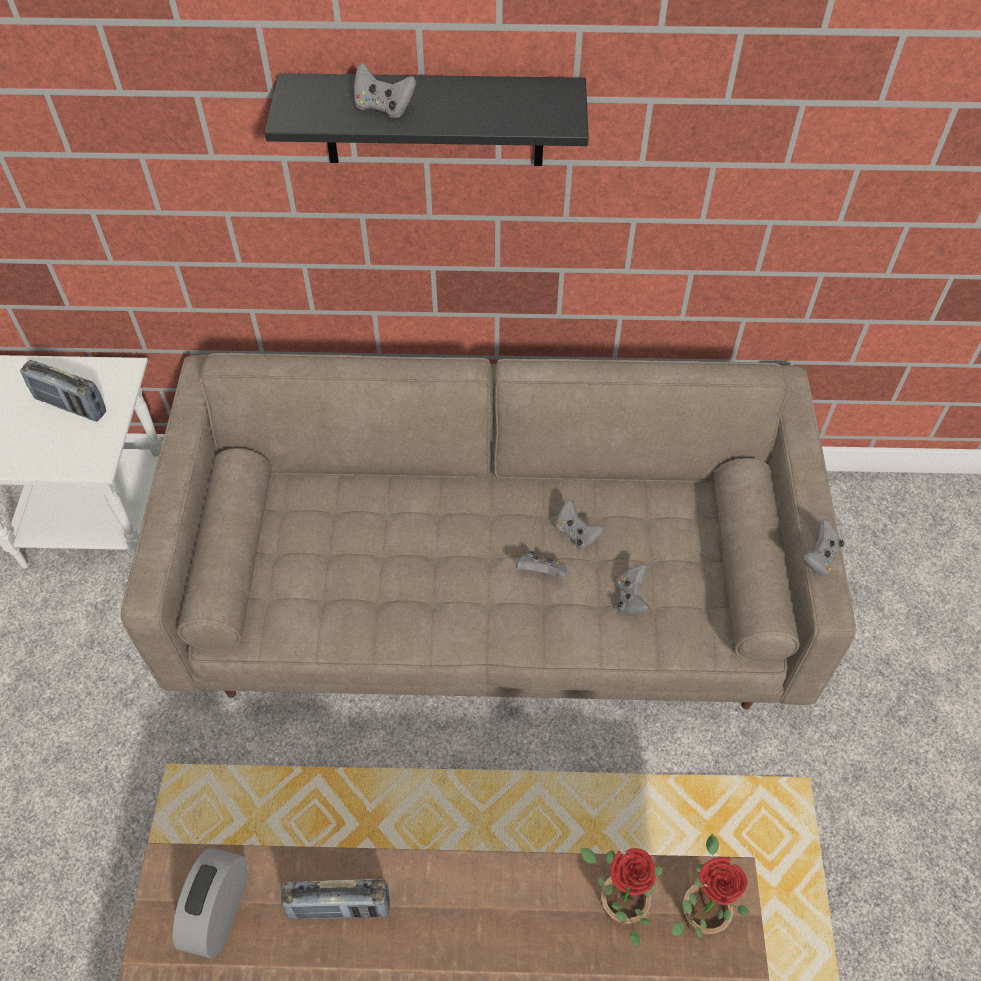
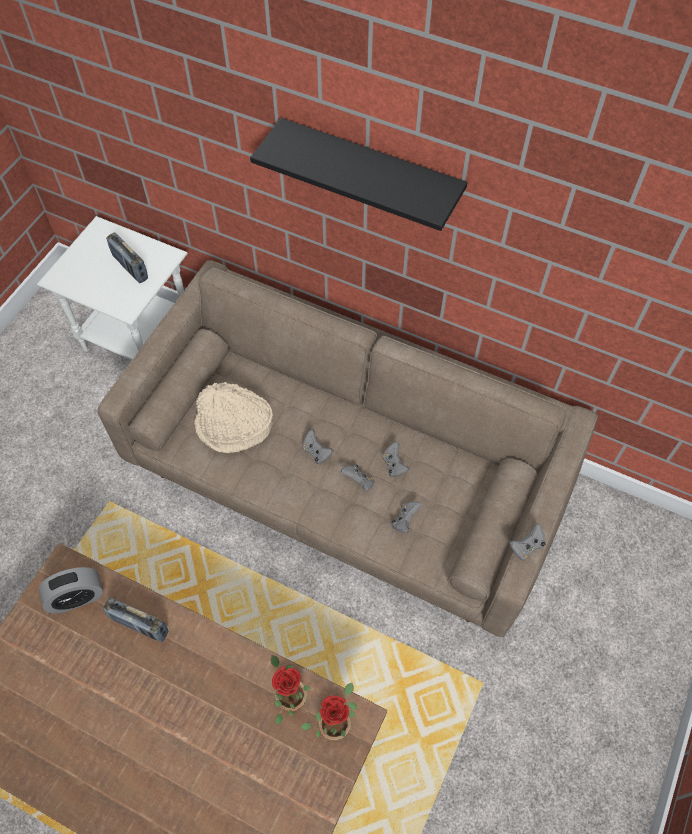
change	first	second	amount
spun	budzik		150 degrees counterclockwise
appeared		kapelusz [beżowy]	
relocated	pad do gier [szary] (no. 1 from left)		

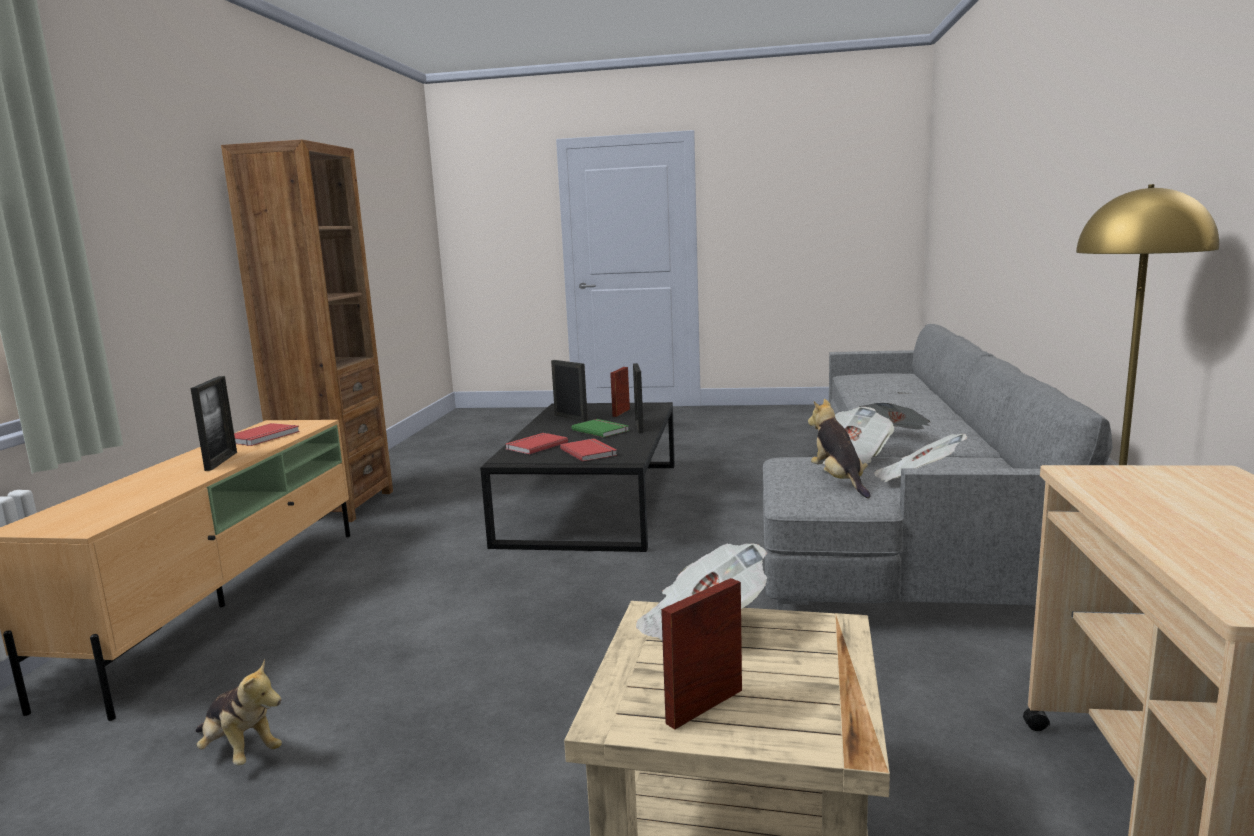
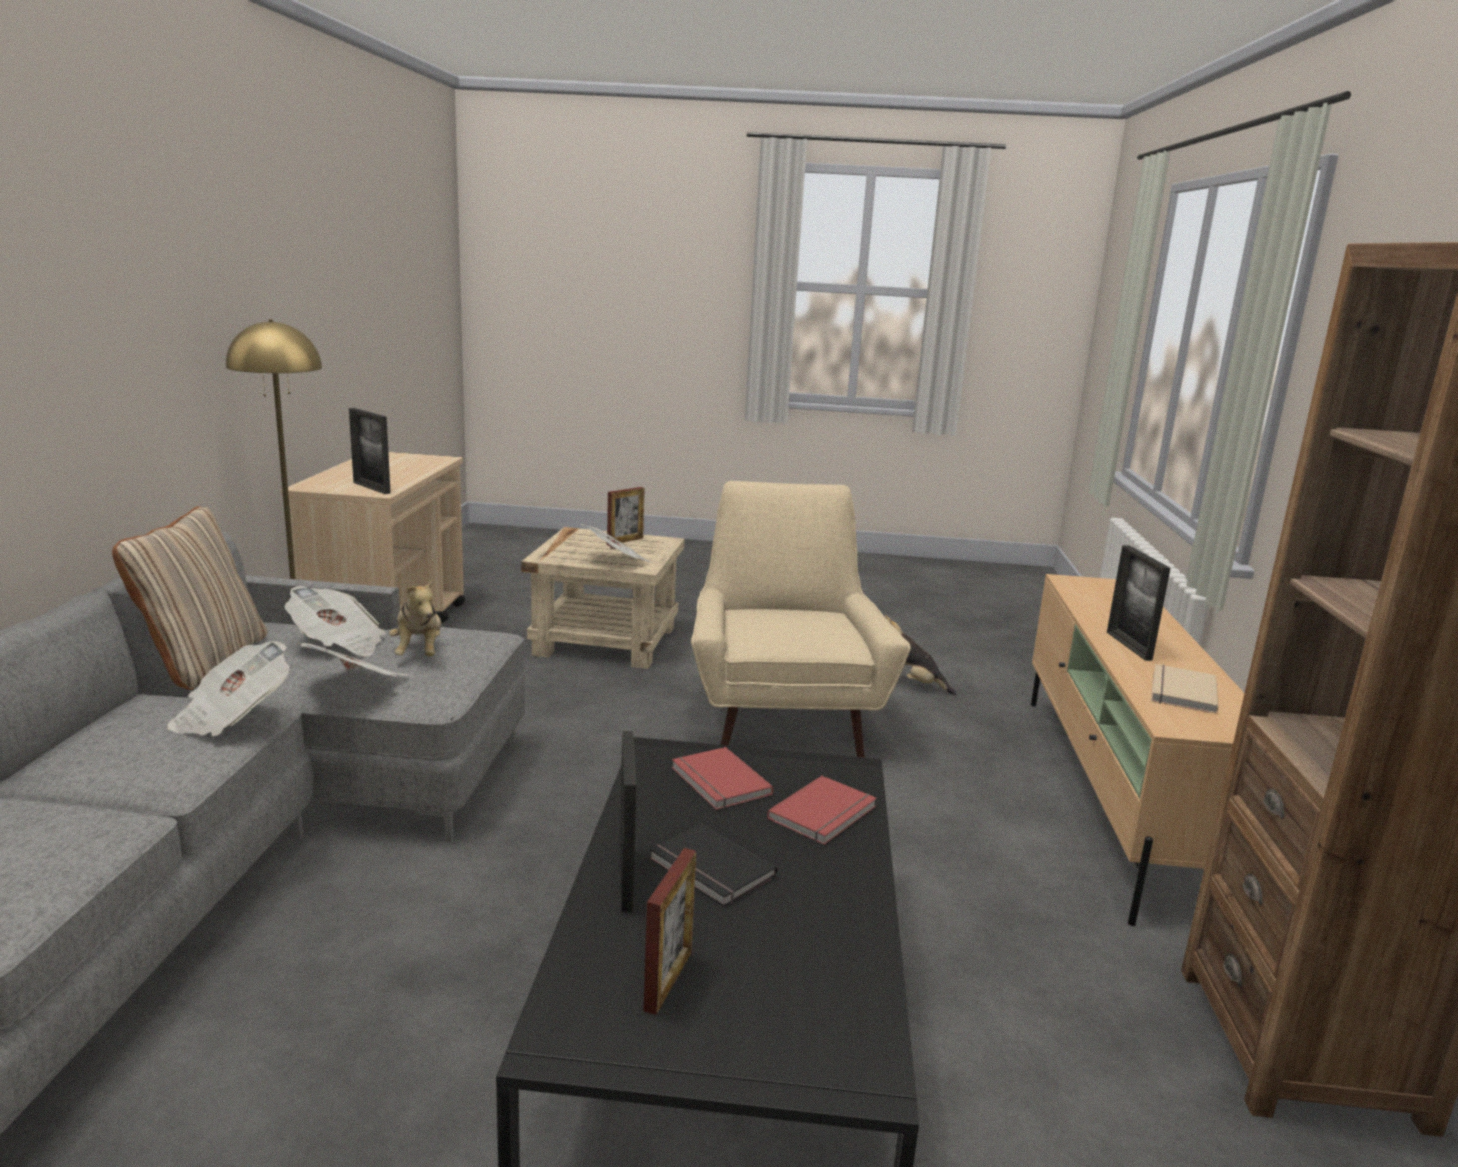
change	first	second	amount
appeared		poduszka [beżowy]	
relocated	ramka na zdjęcie (no. 2 from left in the first image)	ramka na zdjęcie (no. 1 from left)	
colour	książka [zielony]	książka [czarny]	
appeared		fotel [beżowy]	
colour	książka [czerwony] (no. 1 from left)	książka [beżowy]	

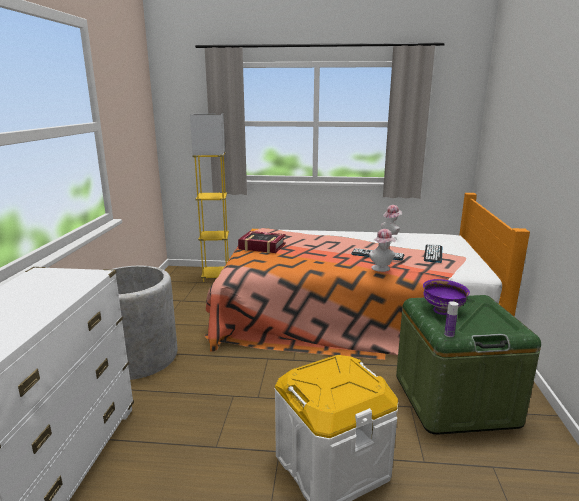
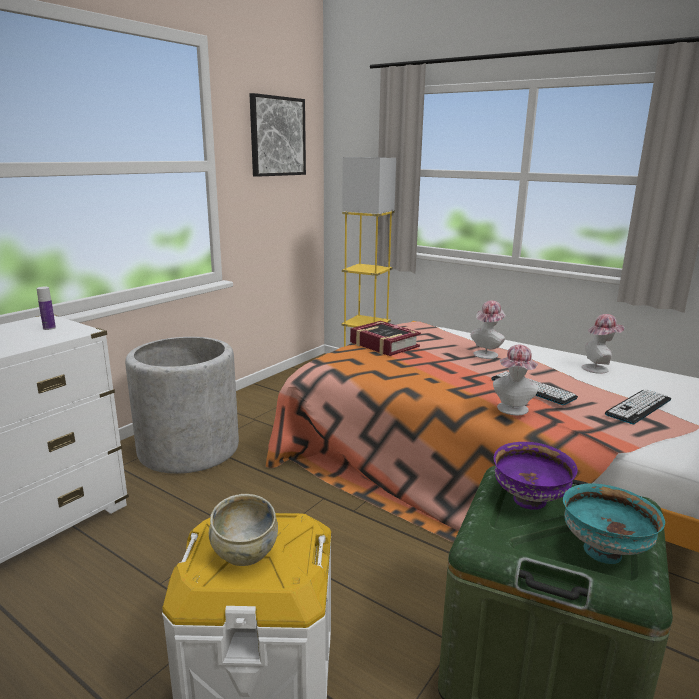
change	first	second	amount
relocated	butelka		
appeared		miska [beżowy]	
appeared		obraz	
appeared		kapelusz (no. 1 from left)	
appeared		miska [turkusowy]	

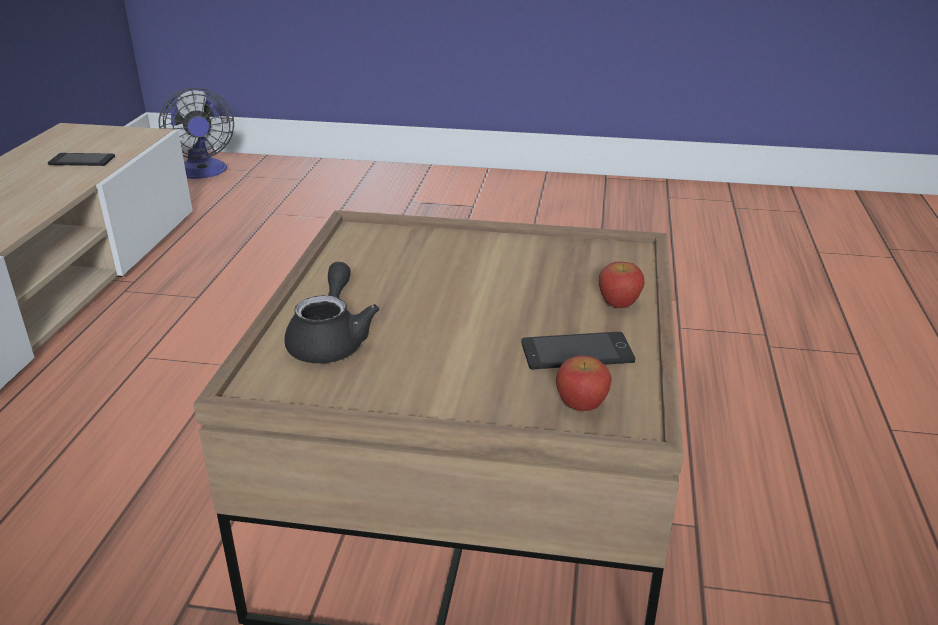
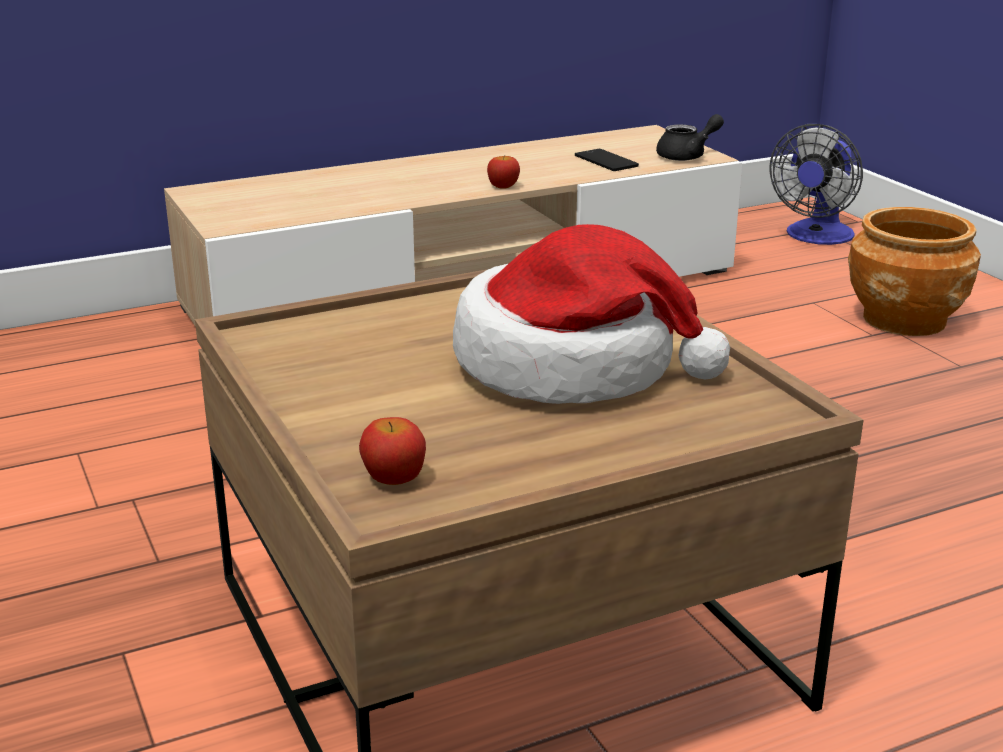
change	first	second	amount
appeared		kapelusz	
relocated	jabłko (no. 2 from left)		
relocated	imbryk [czarny]		
appeared		donica [brązowy]	
missing	telefon (no. 2 from left)		

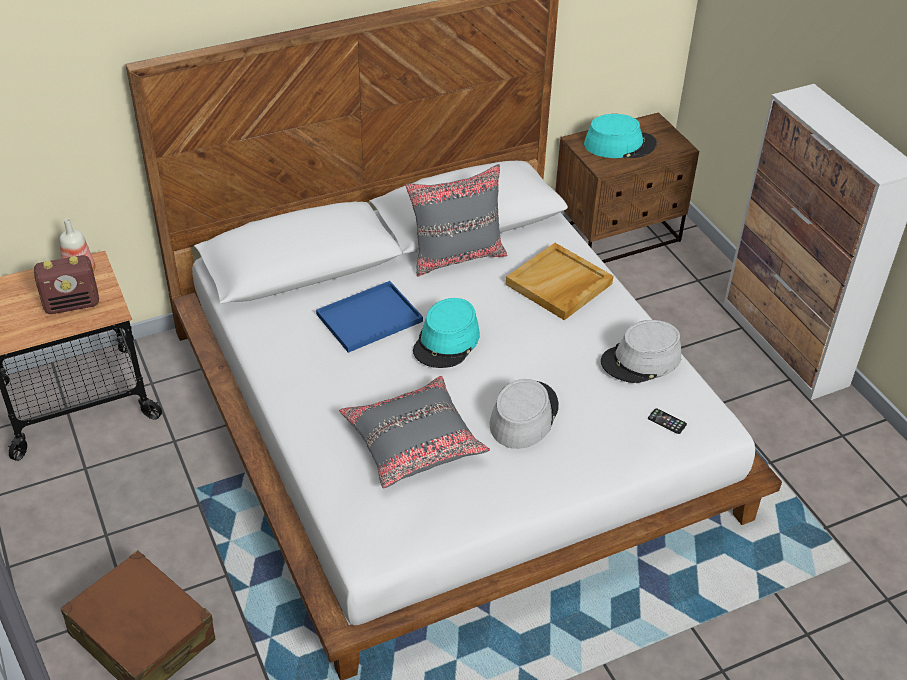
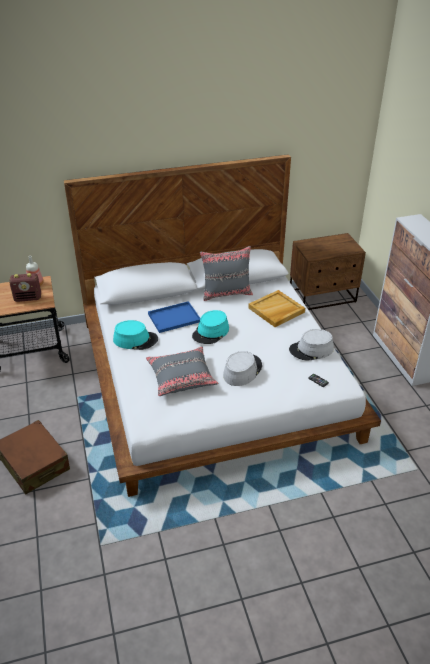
change	first	second	amount
relocated	kapelusz [turkusowy] (no. 2 from left in the first image)	kapelusz [turkusowy] (no. 1 from left)	

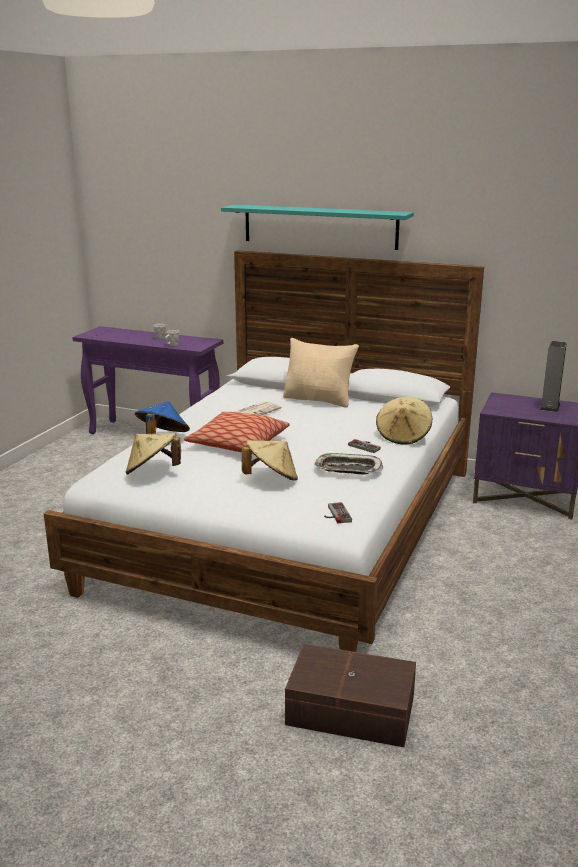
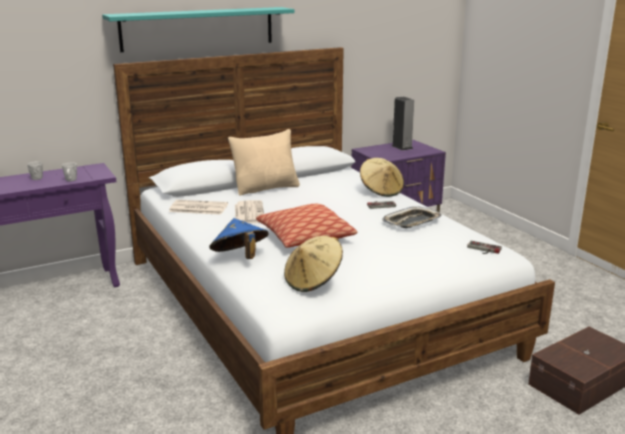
change	first	second	amount
appeared		gazeta (no. 1 from left)	
missing	kapelusz [beżowy] (no. 2 from left)		

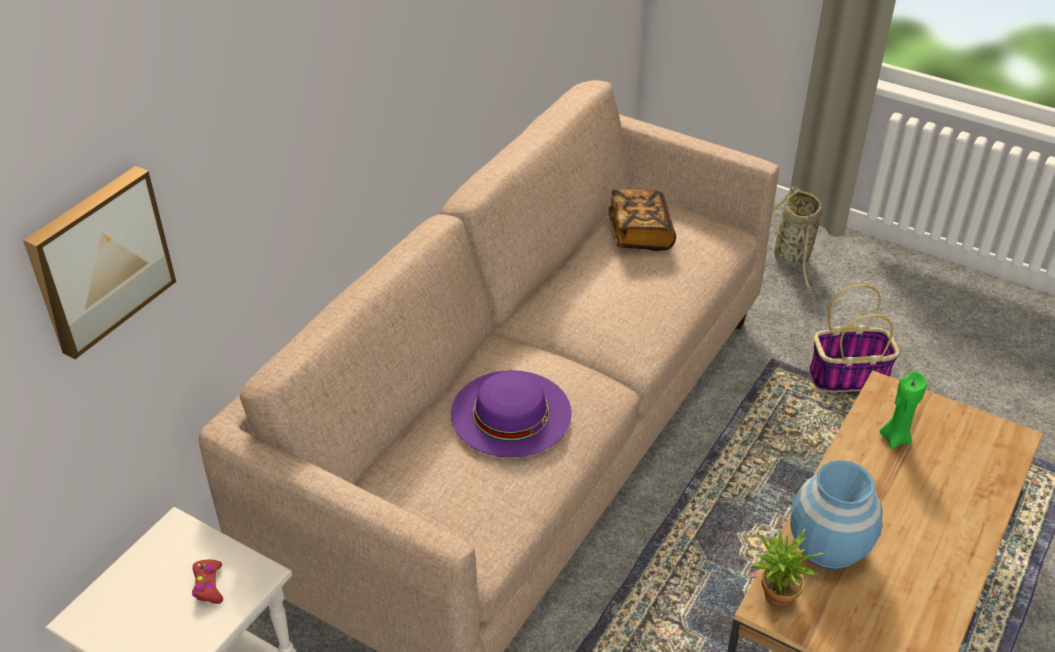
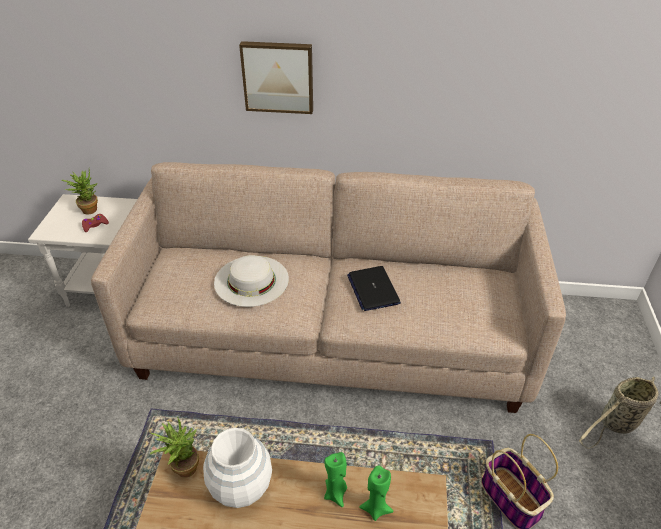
change	first	second	amount
appeared		roślina doniczkowa (no. 1 from left)	
colour	wazon [niebieski]	wazon [biały]	
colour	kapelusz [fioletowy]	kapelusz [biały]	
relocated	obraz		
appeared		świeca [zielony] (no. 1 from left)	
appeared		laptop	
missing	książka		

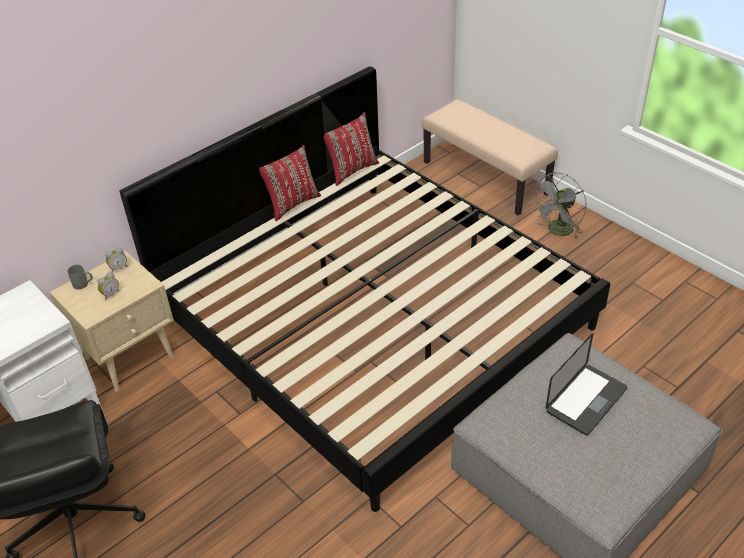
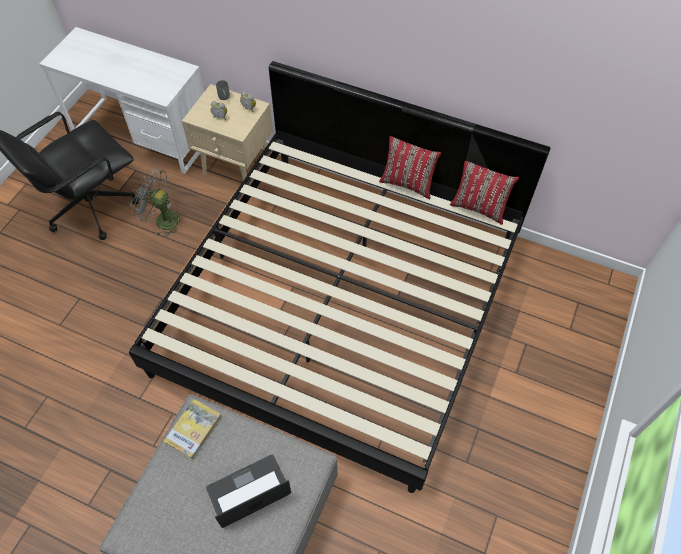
change	first	second	amount
relocated	wentylator [szary]		
appeared		książka	
spun	laptop		135 degrees clockwise
missing	ławka [beżowy]		

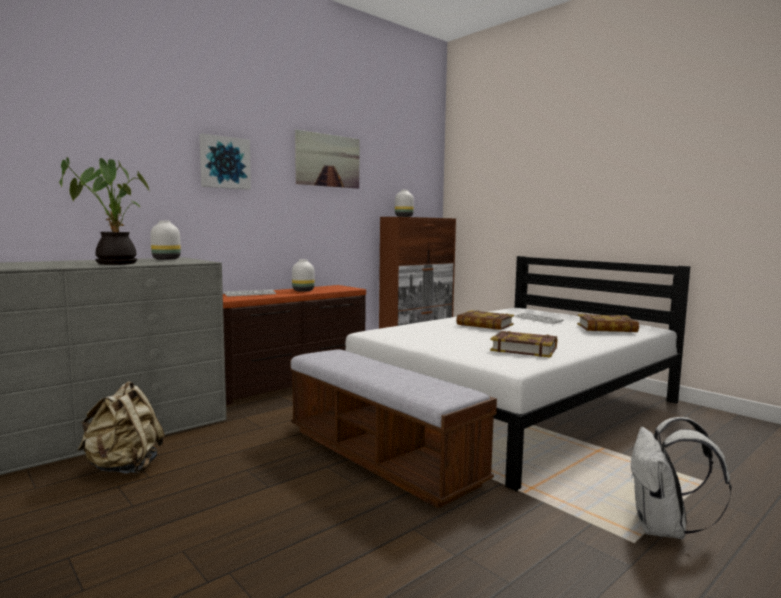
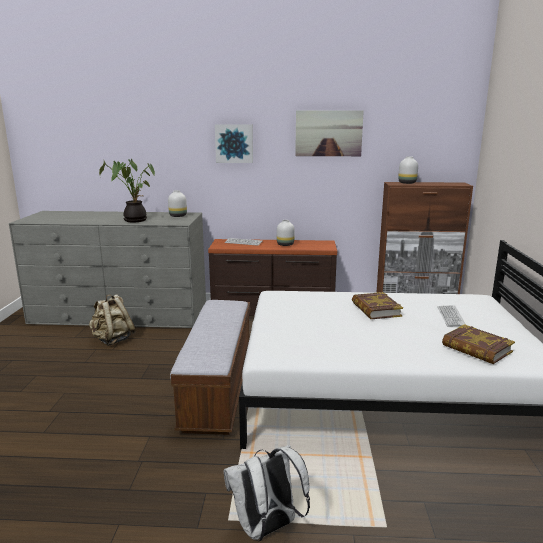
change	first	second	amount
missing	książka (no. 2 from left)		

